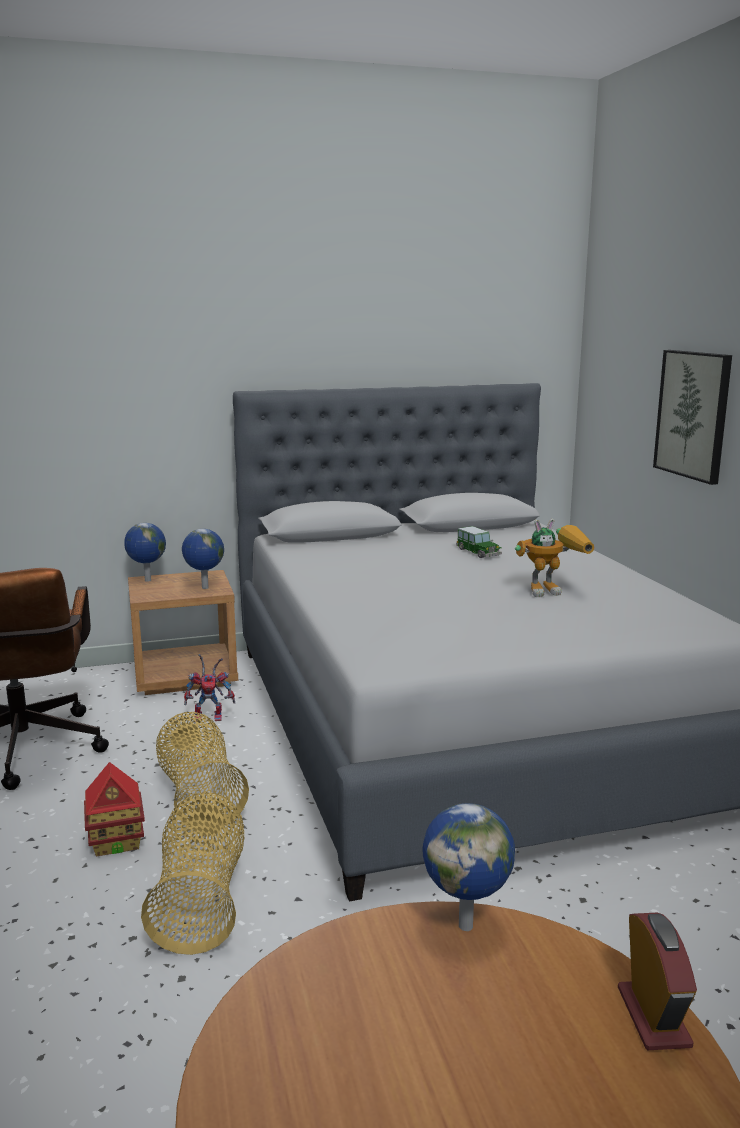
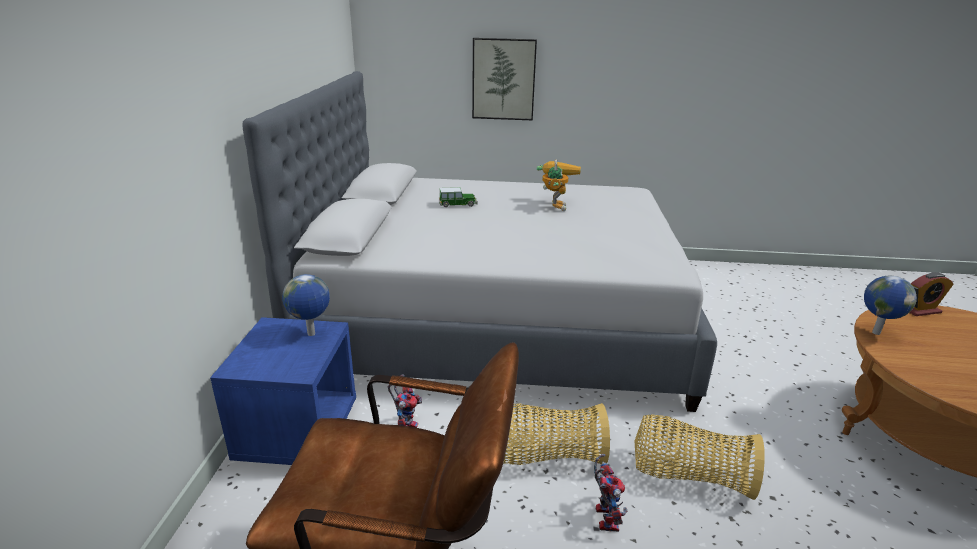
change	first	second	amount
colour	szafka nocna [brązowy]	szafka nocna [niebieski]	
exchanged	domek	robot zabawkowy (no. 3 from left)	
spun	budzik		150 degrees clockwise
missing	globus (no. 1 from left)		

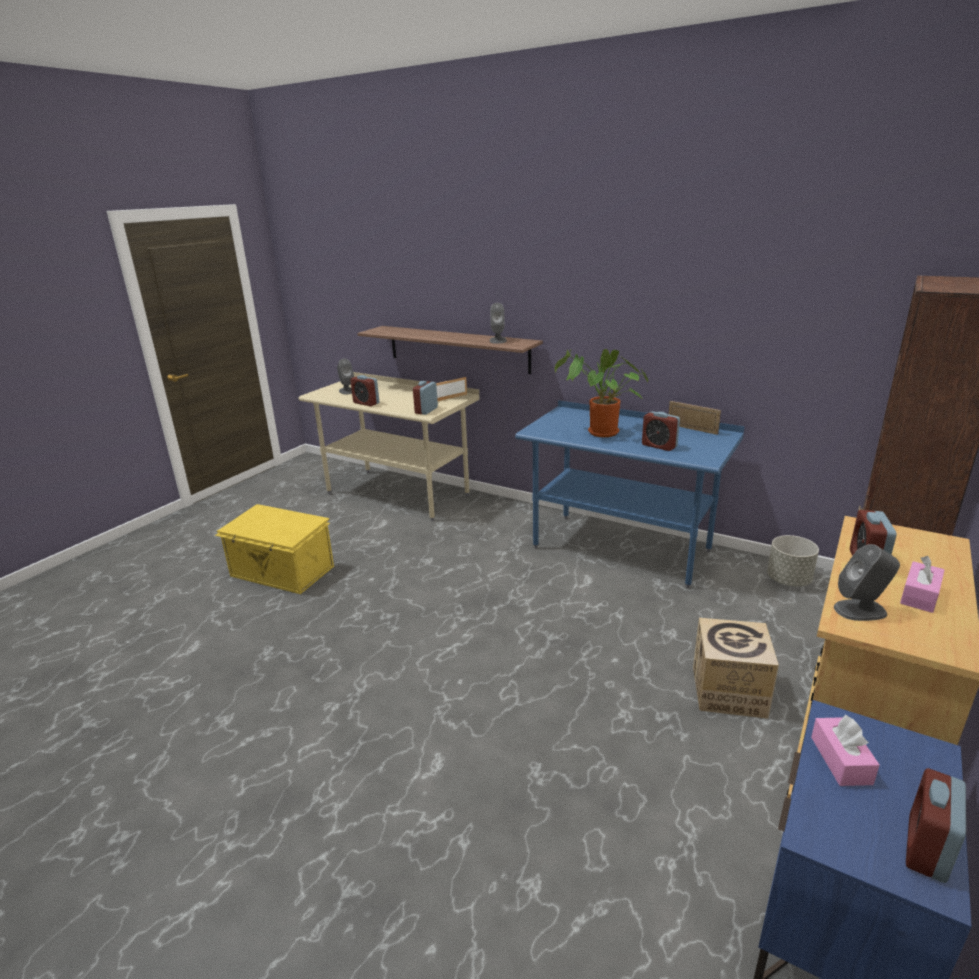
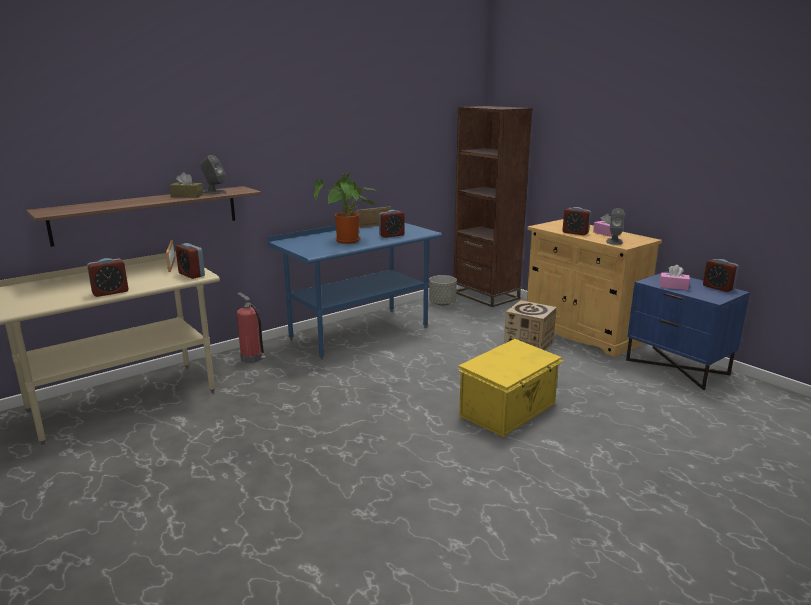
change	first	second	amount
appeared		pudełko chusteczek [brązowy]	
appeared		gaśnica	
relocated	pojemnik do przechowywania [żółty]		
missing	głośnik [szary] (no. 1 from left)		

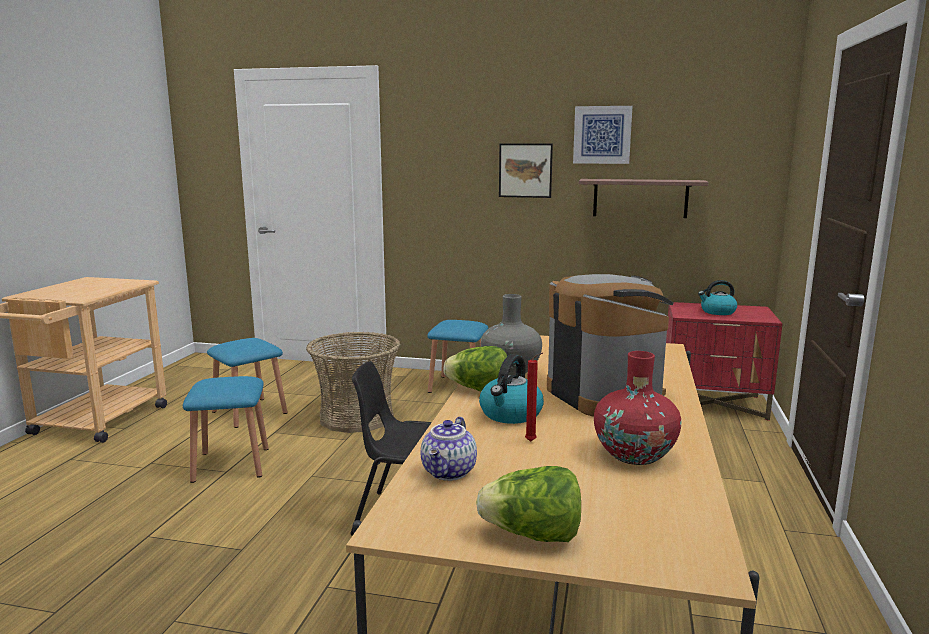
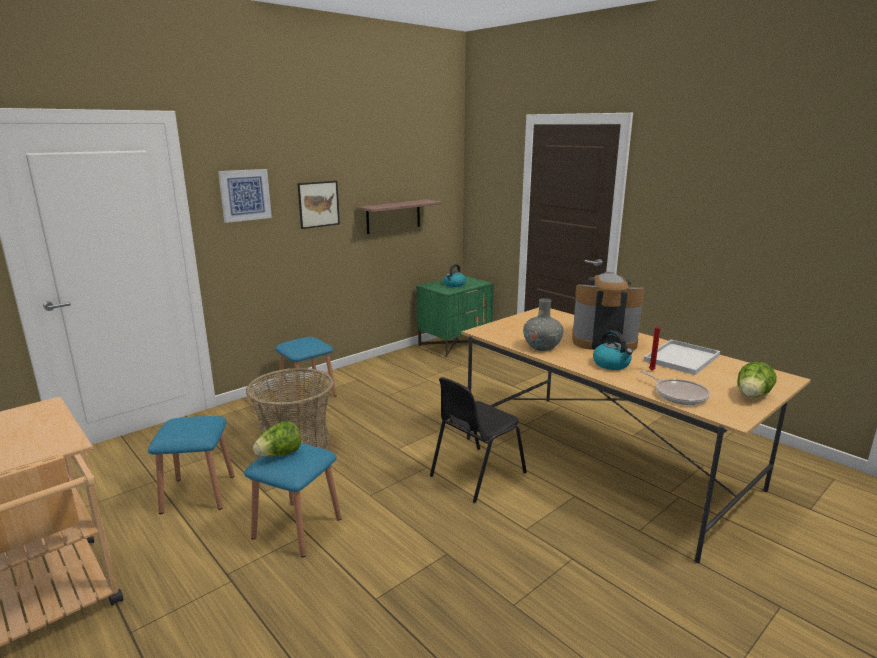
change	first	second	amount
relocated	obraz (no. 2 from left in the first image)	obraz (no. 1 from left)	
relocated	sałata (no. 1 from left)		
colour	szafka nocna [czerwony]	szafka nocna [zielony]	
exchanged	imbryk	patelnia	
exchanged	wazon [czerwony]	taca [biały]	

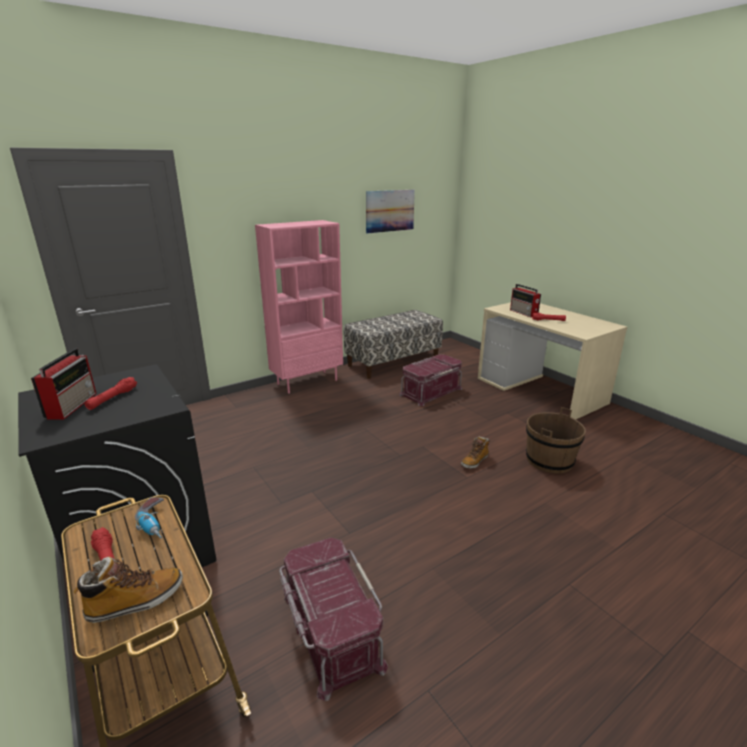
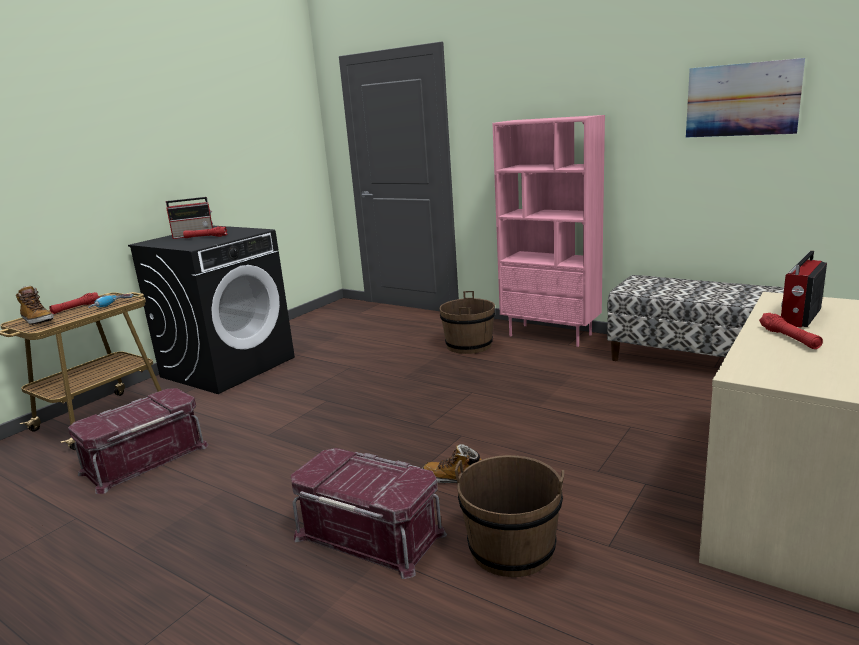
change	first	second	amount
relocated	pojemnik do przechowywania [czerwony] (no. 2 from left)		
appeared		wiadro [brązowy] (no. 1 from left)	

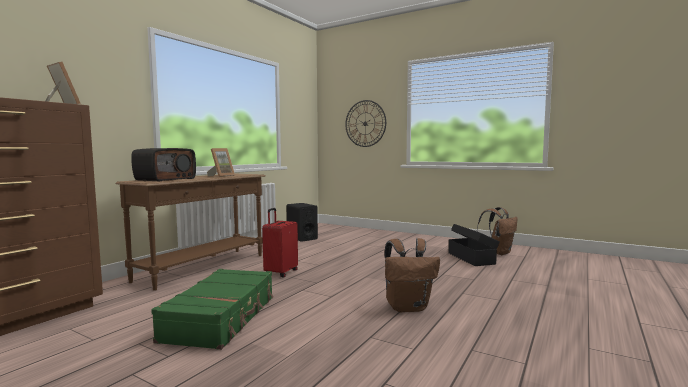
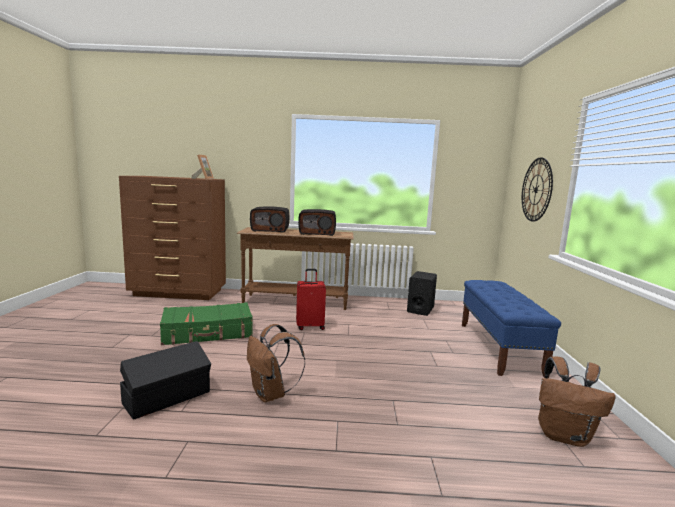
change	first	second	amount
relocated	pojemnik do przechowywania [czarny]		
exchanged	ramka na zdjęcie (no. 2 from left)	radio (no. 2 from left)	
appeared		ławka [niebieski]	

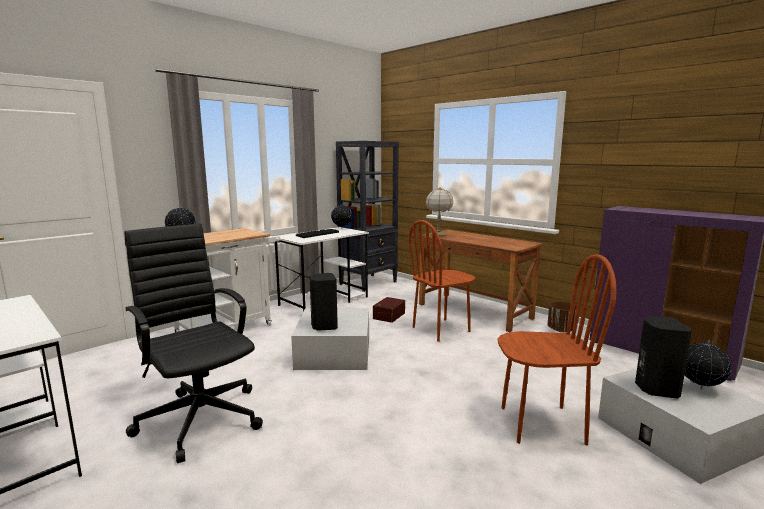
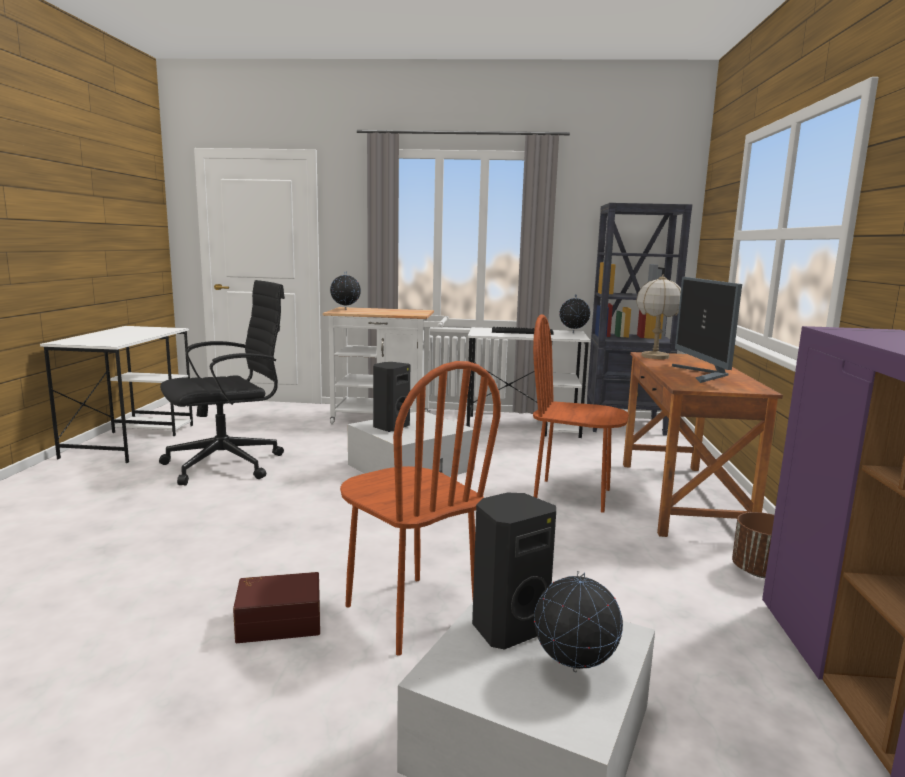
change	first	second	amount
spun	krzesło biurowe [czarny]		45 degrees clockwise
relocated	pojemnik do przechowywania [brązowy]		
appeared		monitor	

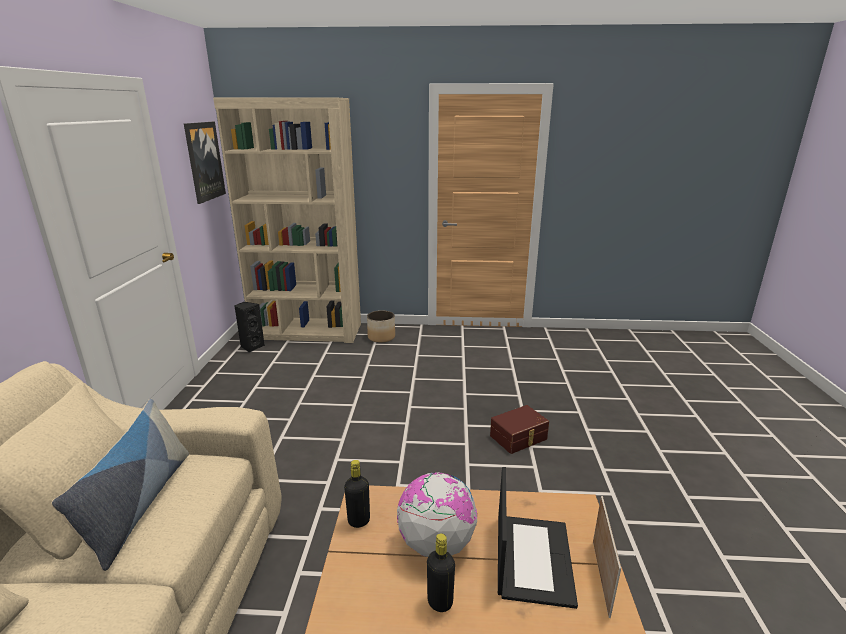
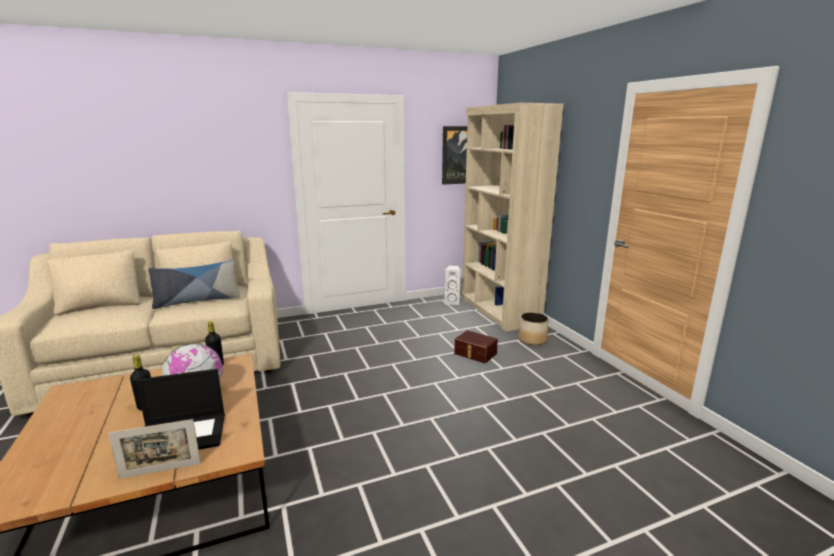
change	first	second	amount
colour	głośnik [czarny]	głośnik [biały]	
relocated	pojemnik do przechowywania [brązowy]		

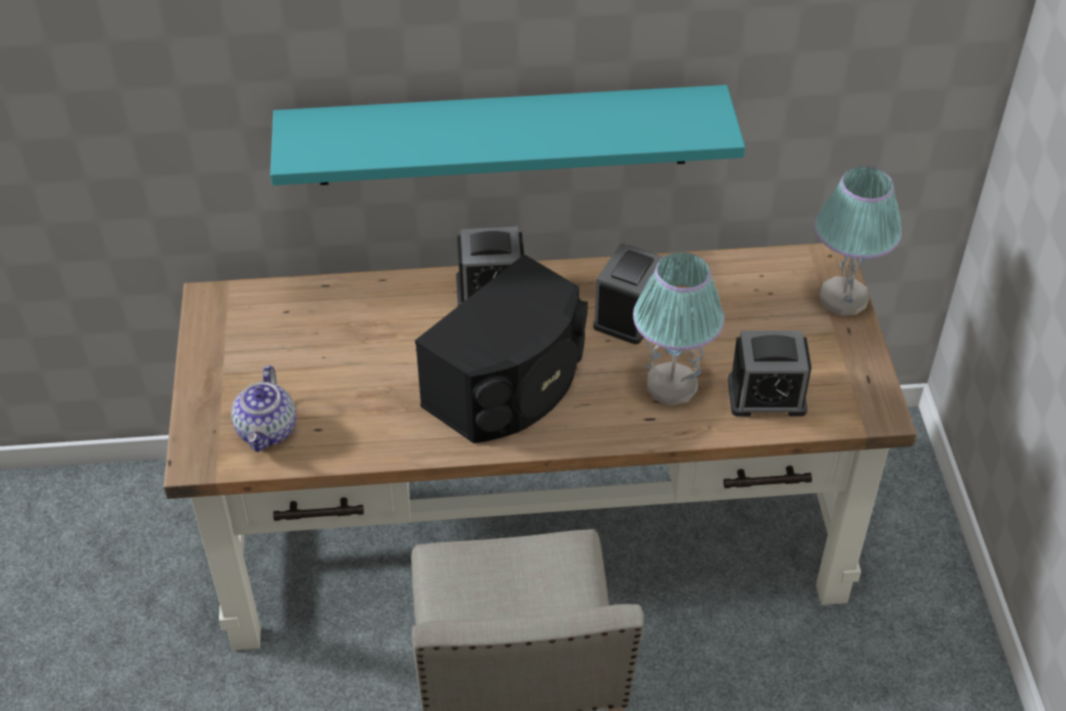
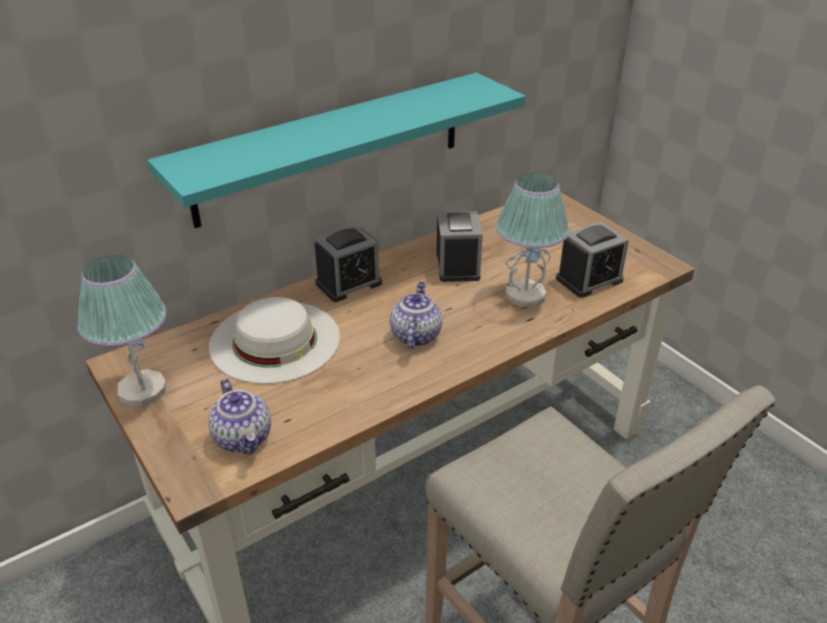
change	first	second	amount
relocated	lampa stołowa (no. 2 from left in the first image)	lampa stołowa (no. 1 from left)	
appeared		kapelusz [biały]	
exchanged	głośnik [czarny]	imbryk (no. 2 from left)	

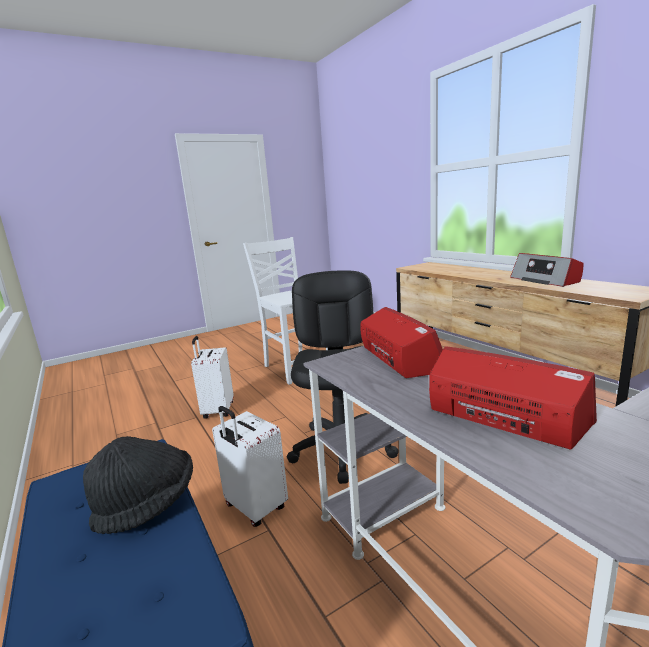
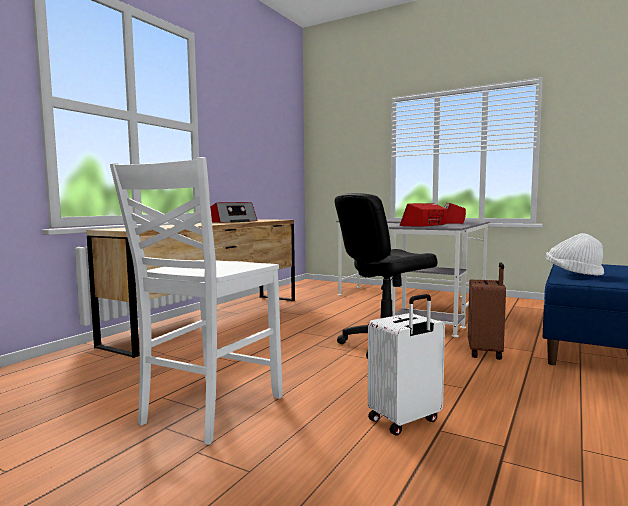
change	first	second	amount
colour	walizka [biały] (no. 2 from left)	walizka [brązowy]	
colour	kapelusz [czarny]	kapelusz [biały]	

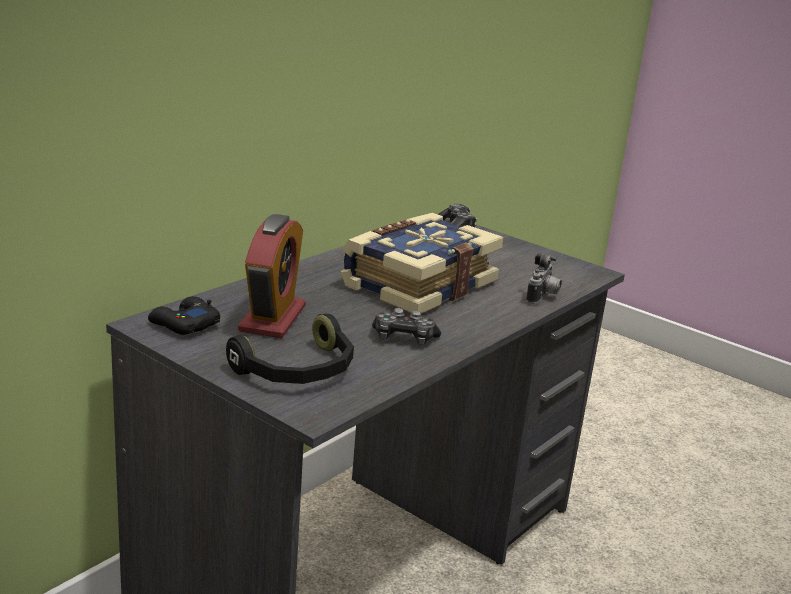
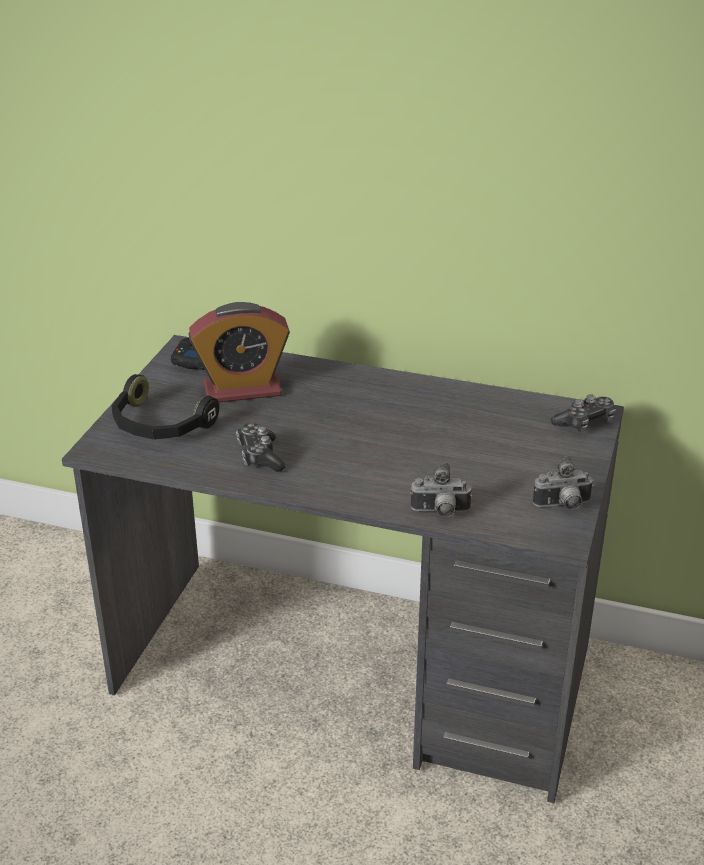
change	first	second	amount
appeared		aparat fotograficzny (no. 2 from left)	
missing	książka		

